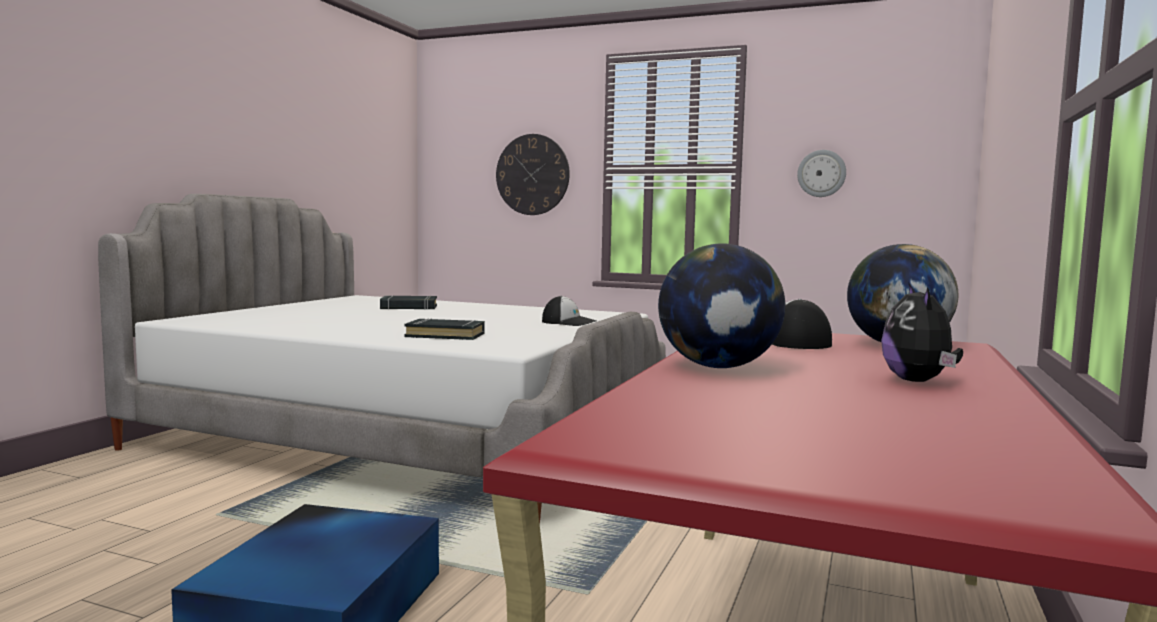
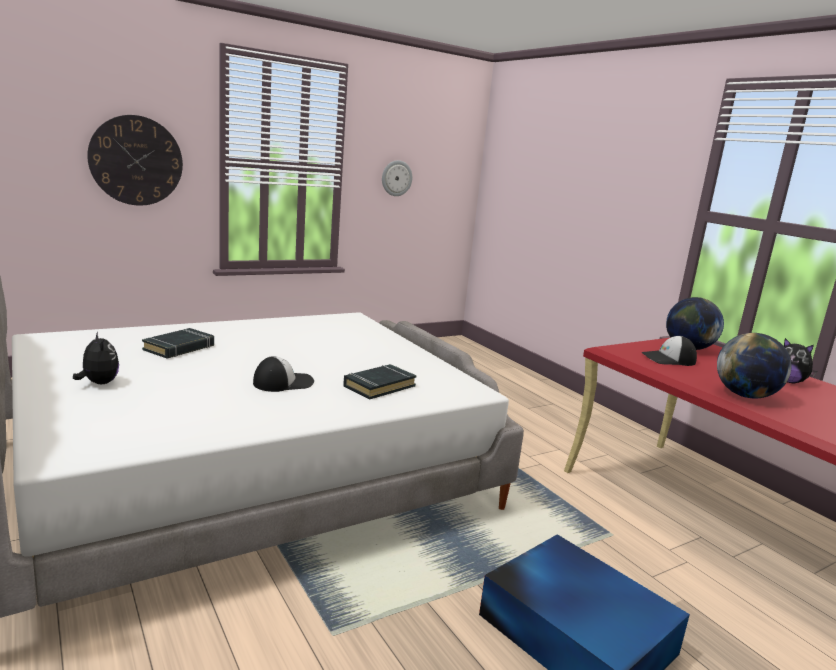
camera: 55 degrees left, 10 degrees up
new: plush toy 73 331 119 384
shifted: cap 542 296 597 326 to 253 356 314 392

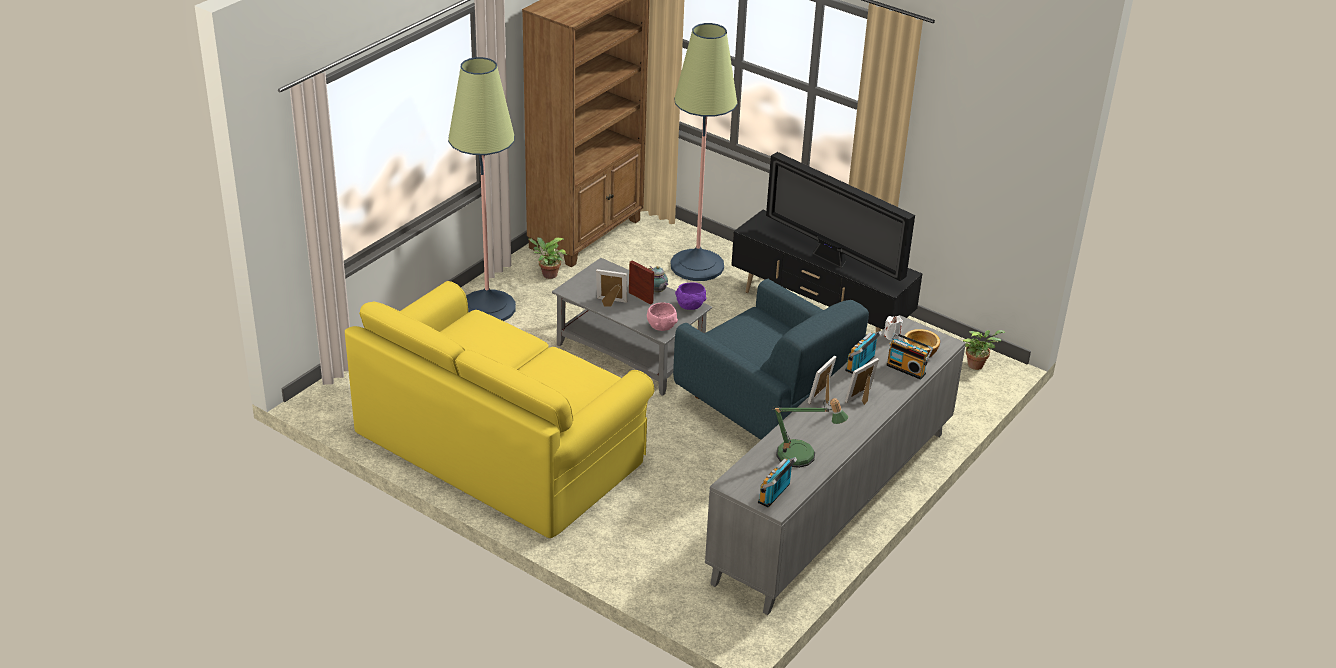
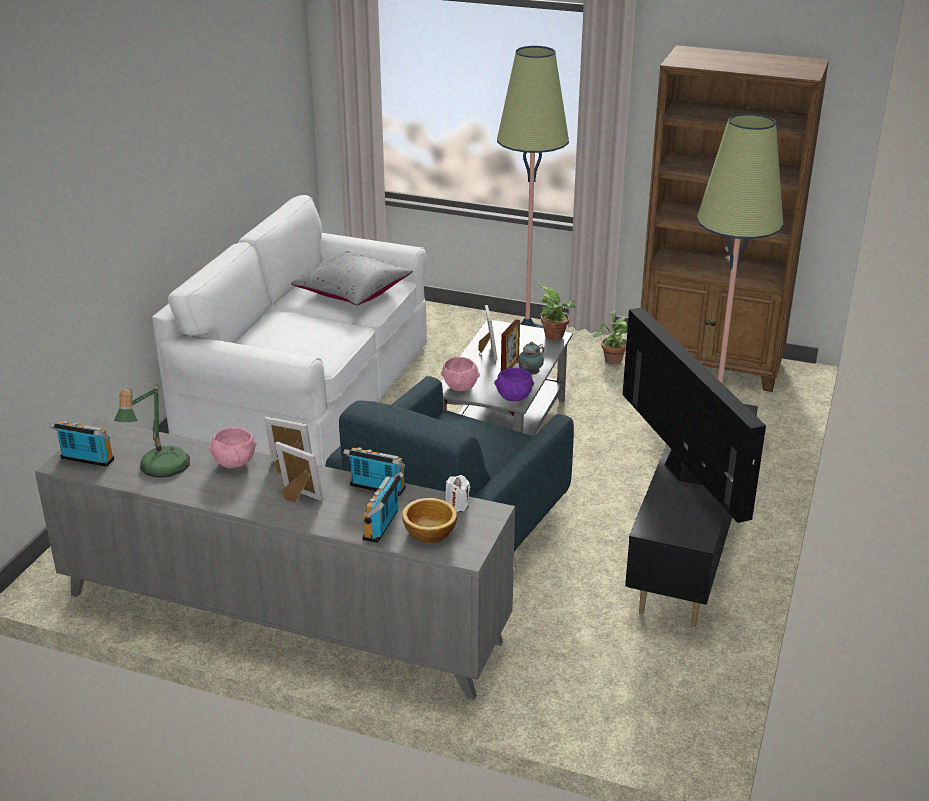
camera: 75 degrees right, 5 degrees down
new: grey pillow 291 251 413 305; pink bowl 209 427 257 468
shifted: potted plant 963 330 1006 370 to 539 286 577 340
repainted: yellow sofa 345 281 654 538 to white sofa 152 195 427 467
rotated: television 766 152 915 281 = 623 307 766 523 135 degrees clockwise

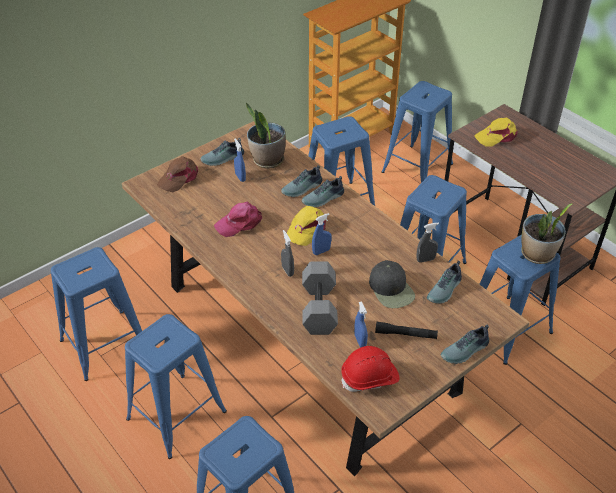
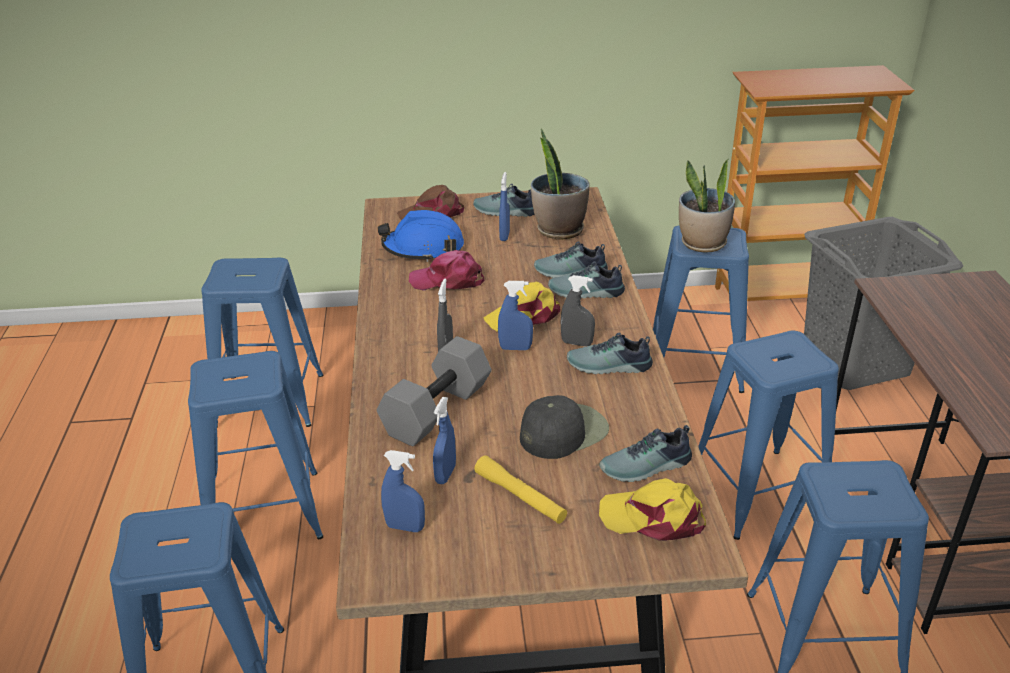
camera: 35 degrees right, 10 degrees down
new: blue hard hat 378 210 464 262
shifted: yellow cap 474 117 517 147 to 599 478 706 541; potted plant 521 204 572 264 to 679 159 735 252; grey spray bottle 416 222 439 263 to 561 275 595 346; shoe 440 324 489 364 to 567 333 653 374
swapped: blue stool 381 81 453 183 to grey laundry basket 804 217 963 390; red hard hat 341 346 400 392 to blue spray bottle 381 450 425 532
repainted: black flashlight 375 322 438 339 to yellow flashlight 475 455 567 524
rotated: black cap 369 260 415 308 = 520 395 609 459 135 degrees counterclockwise

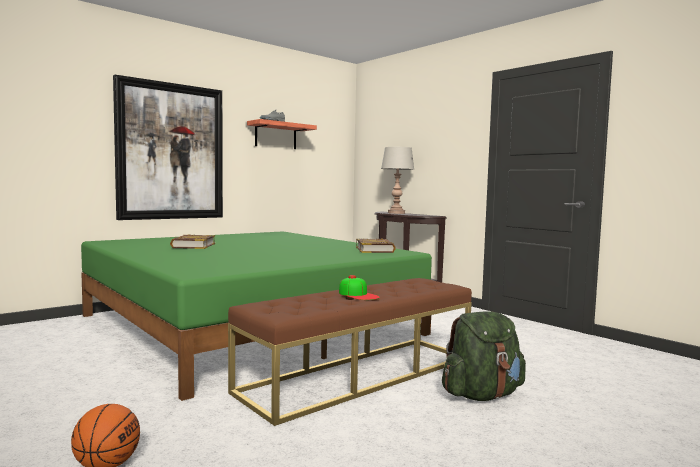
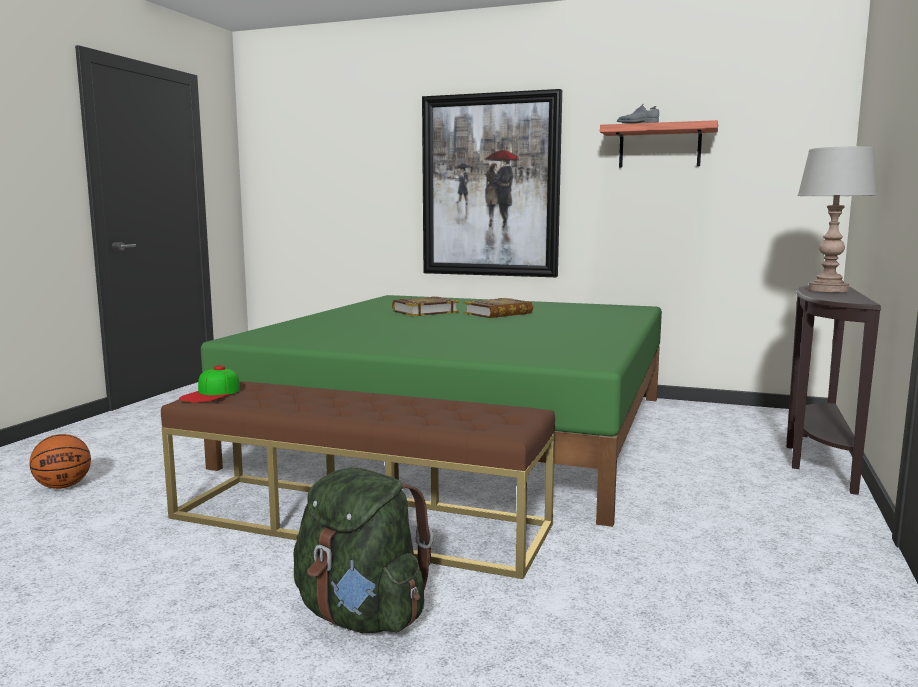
camera: 60 degrees right, 5 degrees up
shifted: book 356 239 396 253 to 464 298 533 318; cap 339 275 380 300 to 179 365 240 402

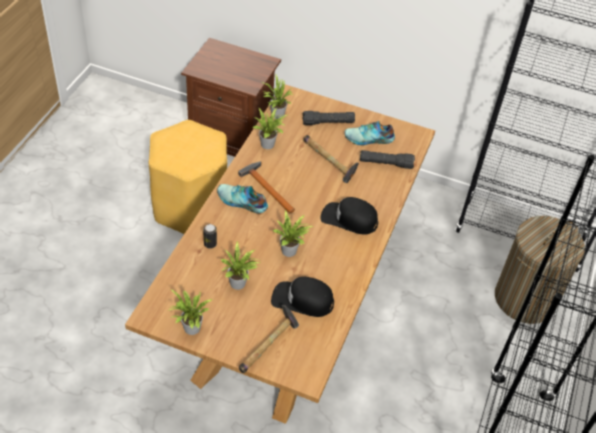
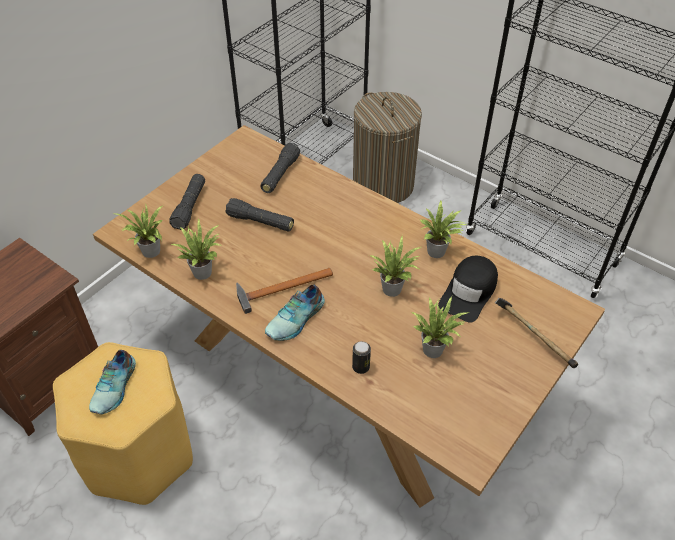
camera: 70 degrees left, 0 degrees up
gone: black cap 320 197 378 235
shifted: shoe 345 121 395 145 to 89 350 136 414; potted plant 169 289 213 335 to 420 200 468 258
swapped: hammer 303 135 359 183 to black flashlight 225 198 294 232

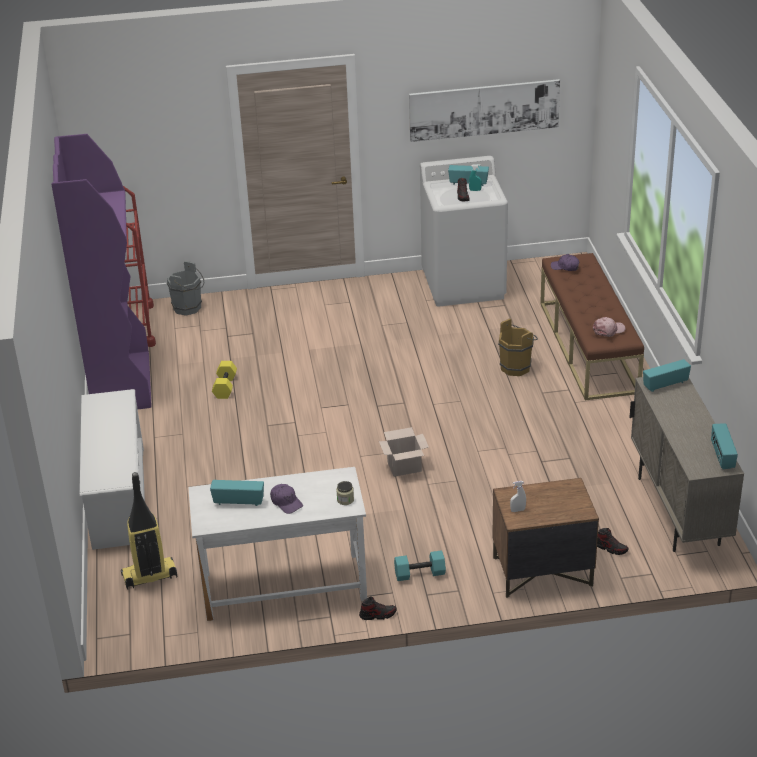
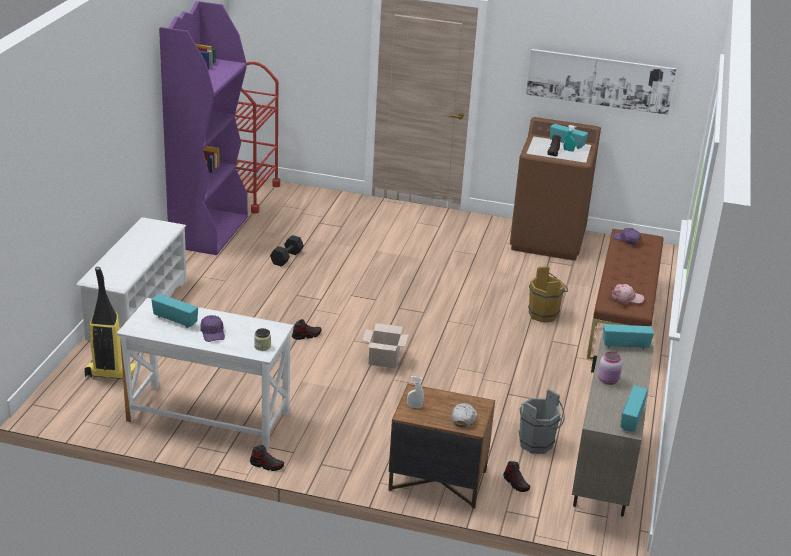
camera: 20 degrees right, 5 degrees down
gone: turquoise dumbbell 394 550 446 581
new: shoe 292 319 321 340; pink jar 598 352 622 385; white cap 451 403 477 427
shifted: grey bucket 167 261 204 316 to 519 389 565 454
repainted: white washing machine 420 156 508 307 to brown washing machine 510 117 601 261; yellow dumbbell 212 361 237 399 to black dumbbell 270 235 304 267

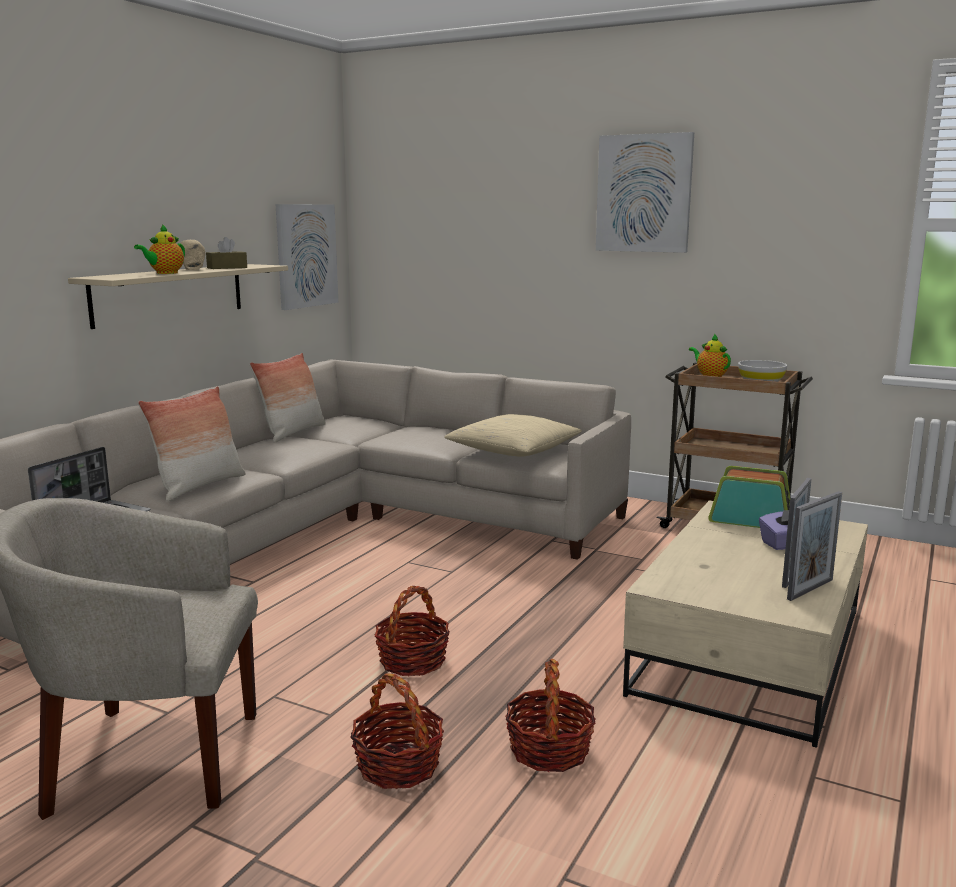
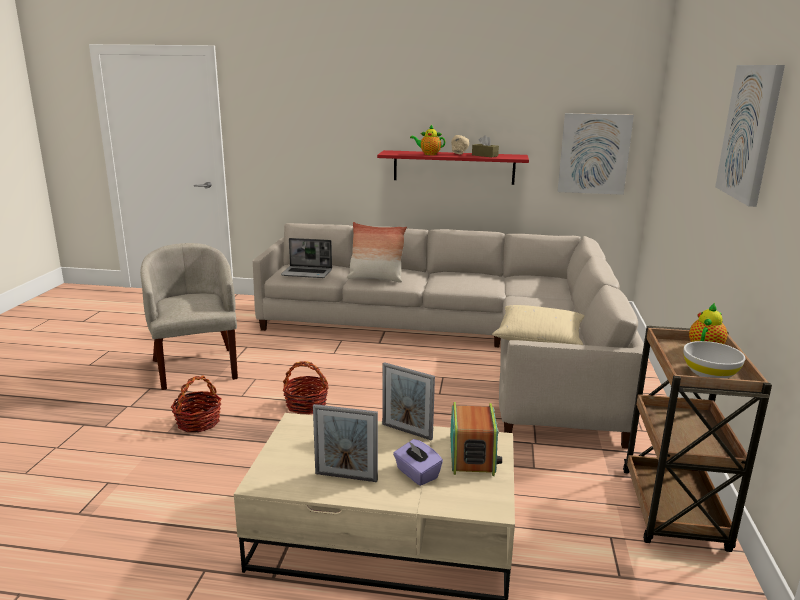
camera: 70 degrees right, 5 degrees up
gone: pillow 250 353 326 442; basket 505 659 596 772
shifted: picture frame 787 491 842 601 to 382 362 435 440
repainted: beige shelf 68 264 288 329 to red shelf 377 150 529 185

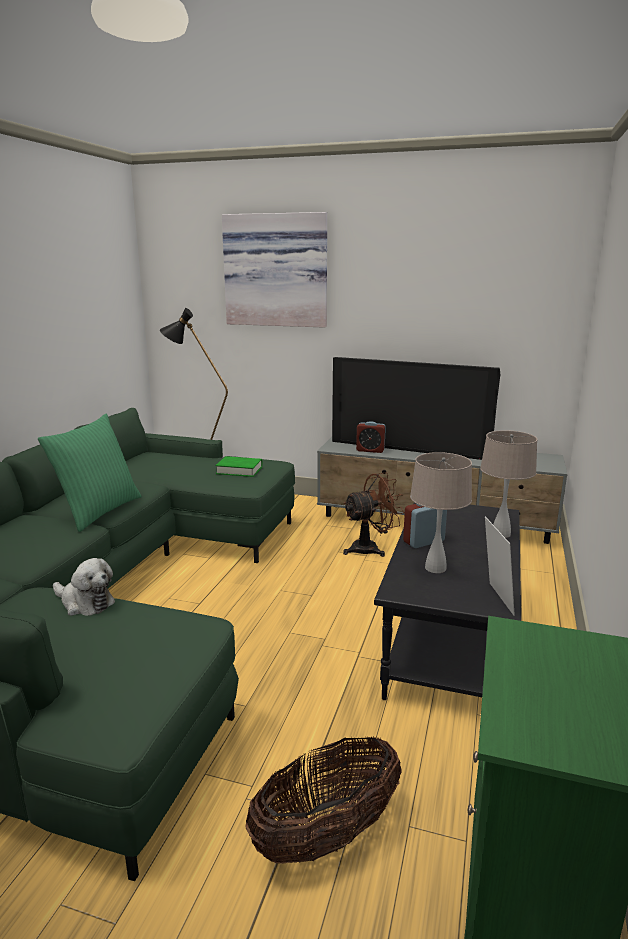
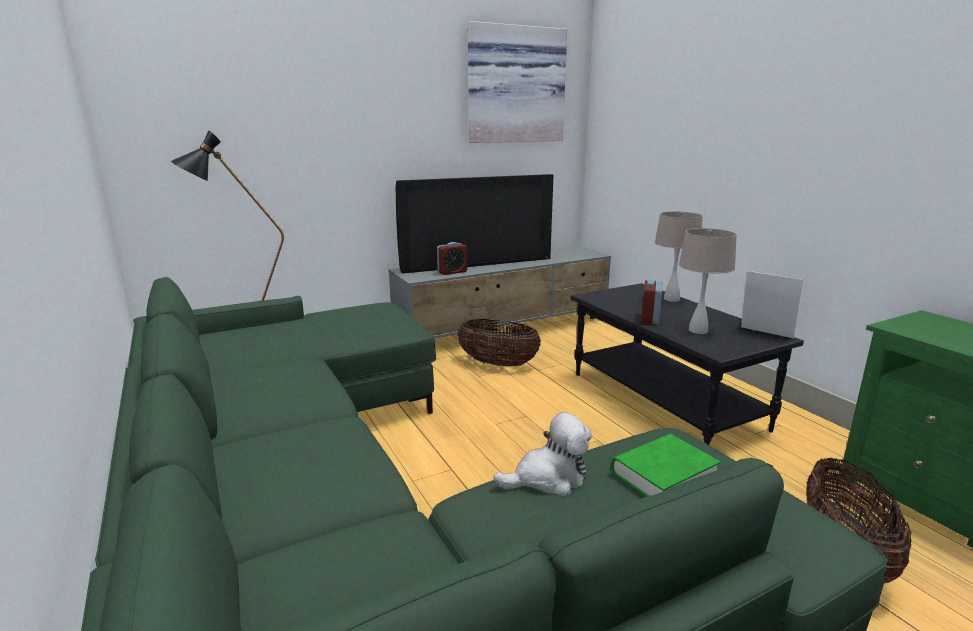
camera: 45 degrees left, 0 degrees up
gone: green pillow 38 414 142 532
shifted: picture 222 212 327 328 to 468 21 567 143; green book 215 456 262 477 to 611 434 721 497
swapped: brown fan 343 472 404 557 to basket 457 319 541 366

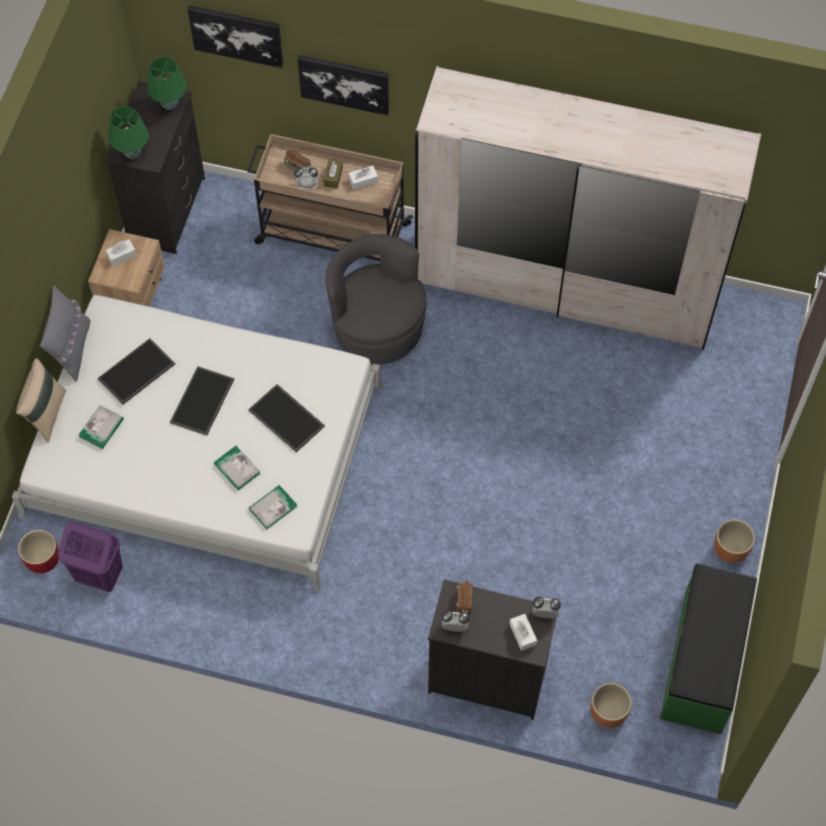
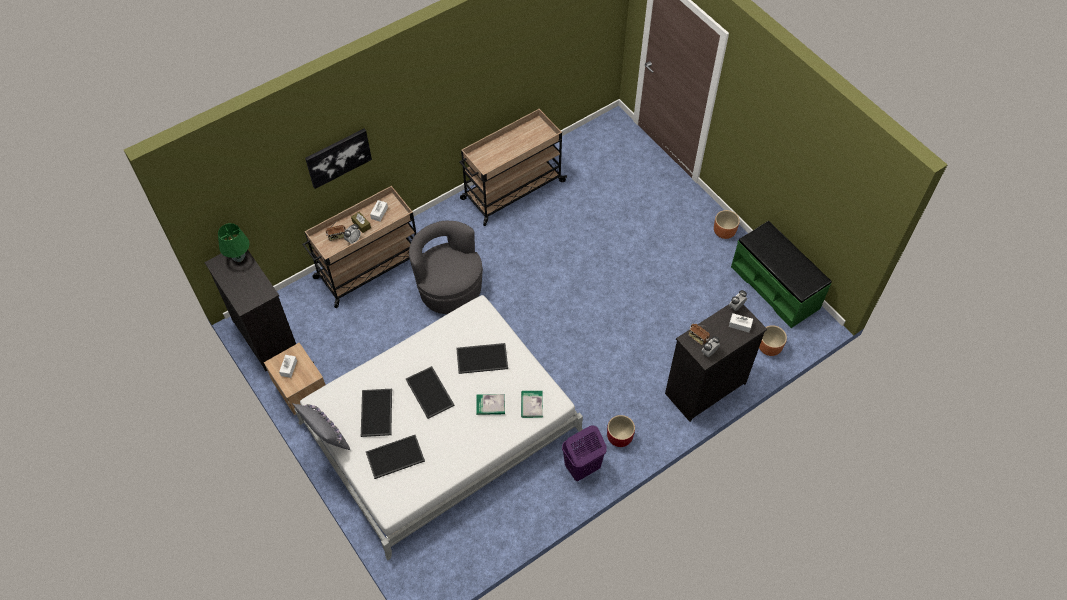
camera: 50 degrees left, 5 degrees down
gone: picture 188 5 283 68; green table lamp 109 106 149 159; beige pillow 16 358 66 443
shifted: purple laundry basket 58 522 123 592 to 562 425 607 481; red planter 18 530 59 573 to 607 415 635 447
swapped: white wardrobe 415 66 761 350 to beige cart 459 109 567 226; book 79 405 124 449 to tray 366 435 425 479
rotated: grey armchair 325 234 427 365 = 409 221 483 314 45 degrees clockwise

